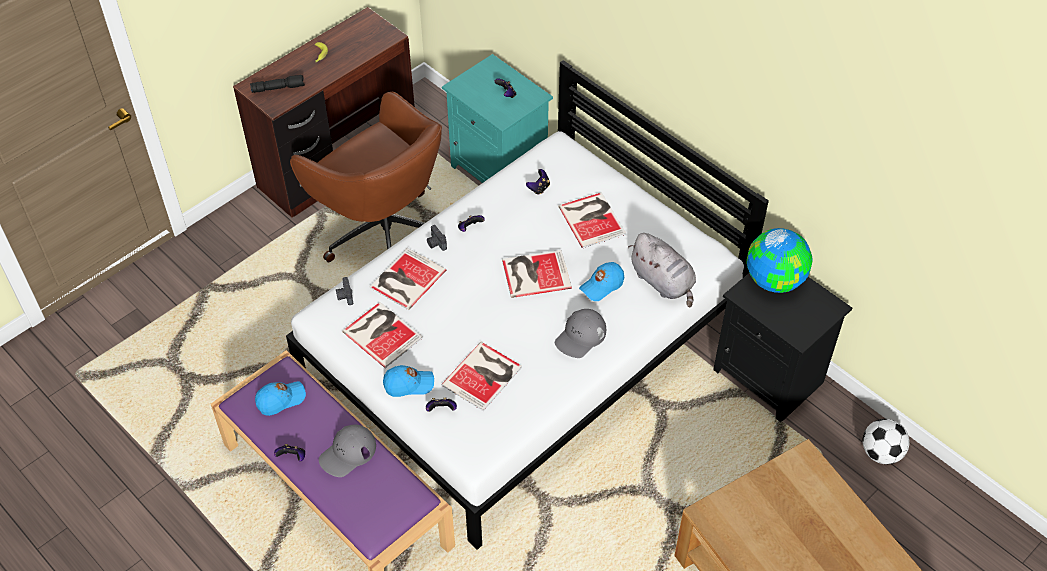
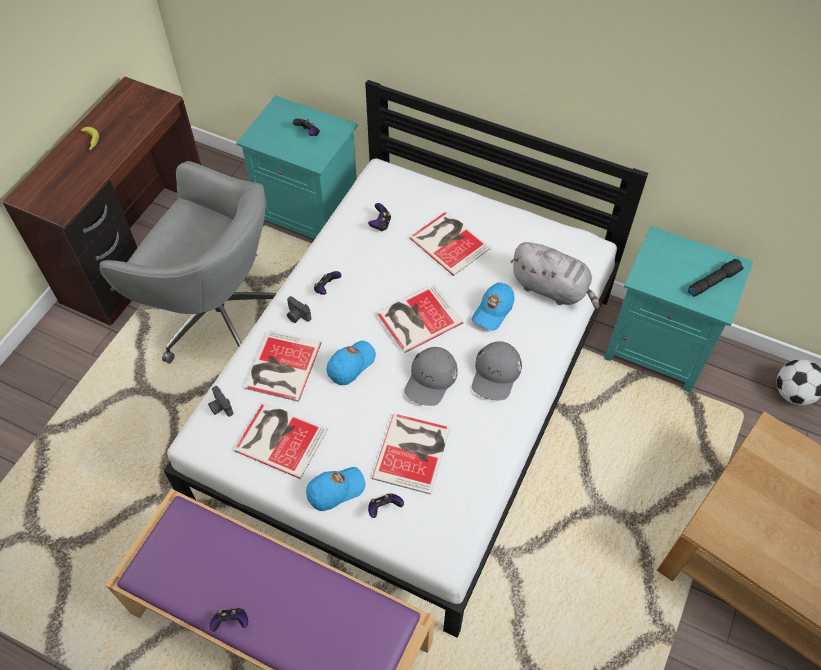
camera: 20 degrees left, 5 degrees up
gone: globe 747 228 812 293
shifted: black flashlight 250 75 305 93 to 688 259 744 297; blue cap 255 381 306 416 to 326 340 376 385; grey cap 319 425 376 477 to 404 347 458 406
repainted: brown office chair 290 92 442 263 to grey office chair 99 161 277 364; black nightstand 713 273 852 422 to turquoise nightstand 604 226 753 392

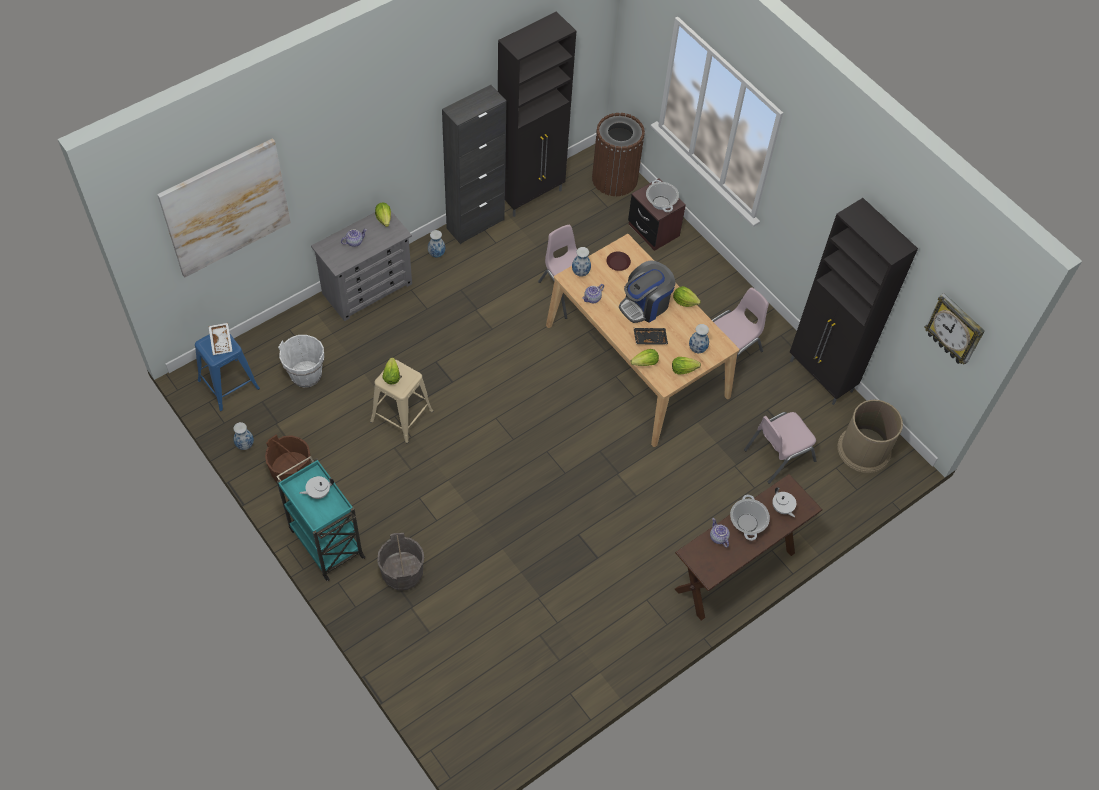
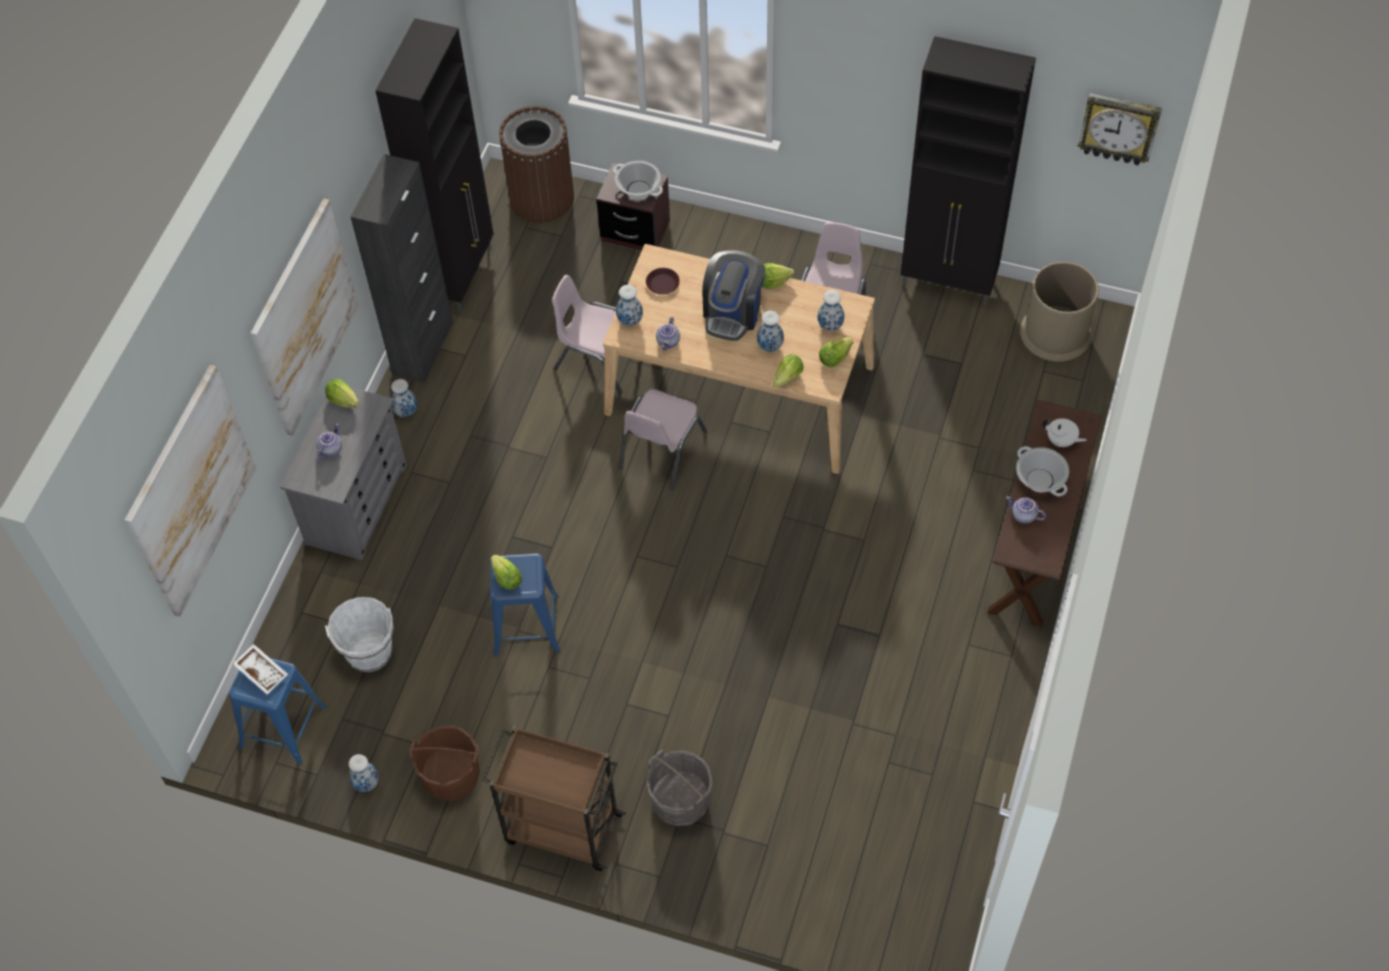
camera: 30 degrees left, 0 degrees up
gone: white teapot 300 476 334 499
new: picture 251 198 359 436
shifted: pink chair 744 412 817 484 to 619 389 708 489
swapped: black tray 634 328 668 344 to vase 757 311 784 352
repainted: beige stool 370 360 433 443 to blue stool 490 553 560 657; turquoise cart 276 456 366 581 to brown cart 482 726 626 871

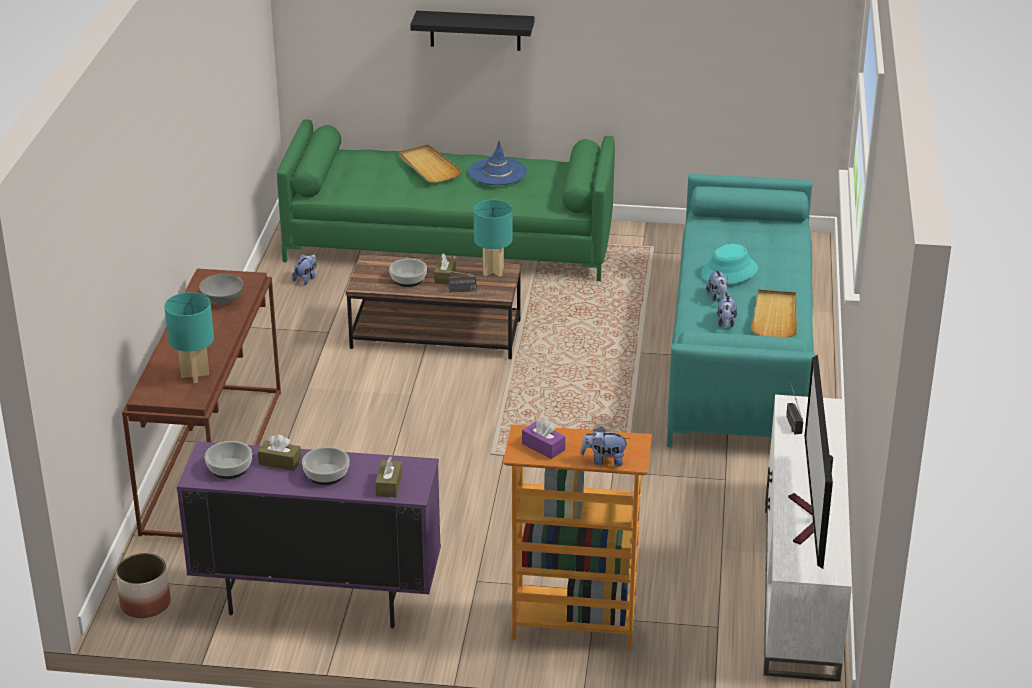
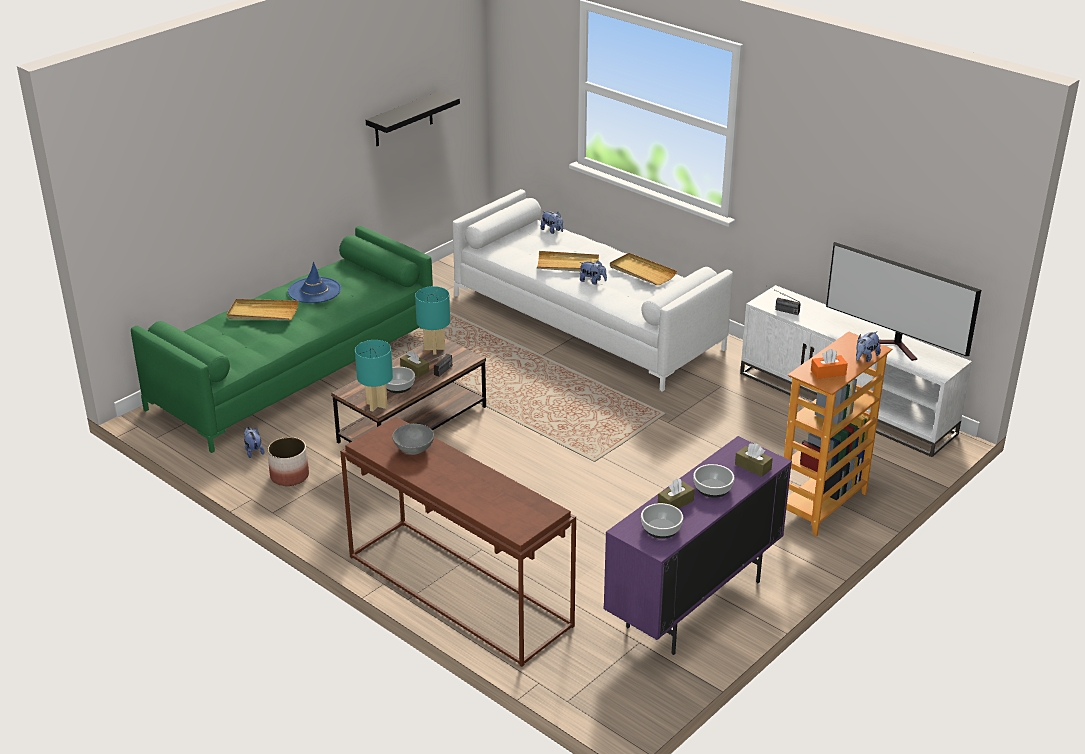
camera: 55 degrees left, 0 degrees up
shifted: black shelf 410 11 535 51 to 366 91 460 146; turquoise table lamp 164 292 214 383 to 355 340 393 411; plush toy 717 293 737 329 to 541 211 563 234; planter 116 553 171 618 to 267 437 309 486
swapped: turquoise hat 701 244 758 284 to beige tray 537 251 599 272
repainted: turquoise sofa 667 174 816 447 to white sofa 453 189 733 392; purple tissue box 522 418 565 459 to orange tissue box 811 349 848 379

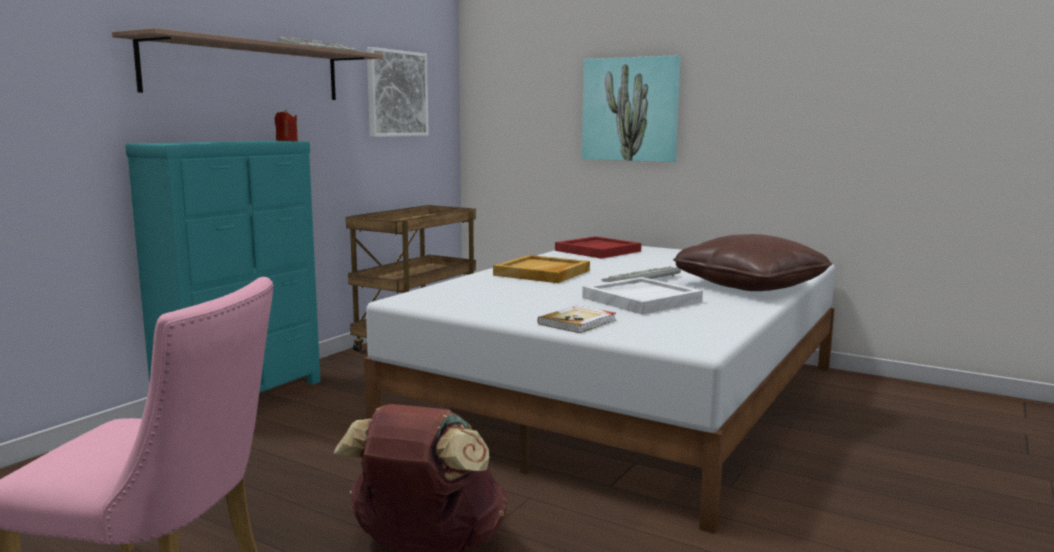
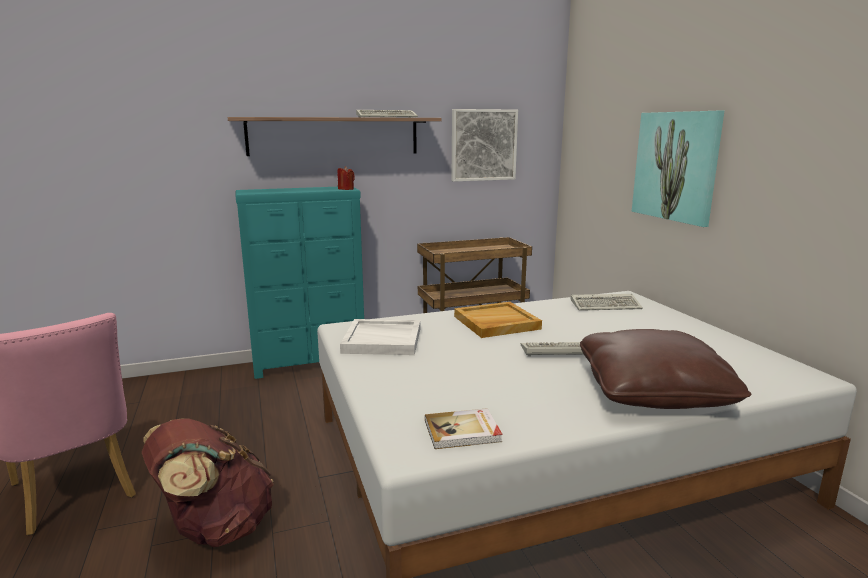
camera: 40 degrees right, 5 degrees up
shifted: white tray 582 277 703 314 to 340 319 420 355; book 538 305 616 333 to 425 408 503 449
swapped: red tray 555 236 641 259 to keyboard 571 294 643 311

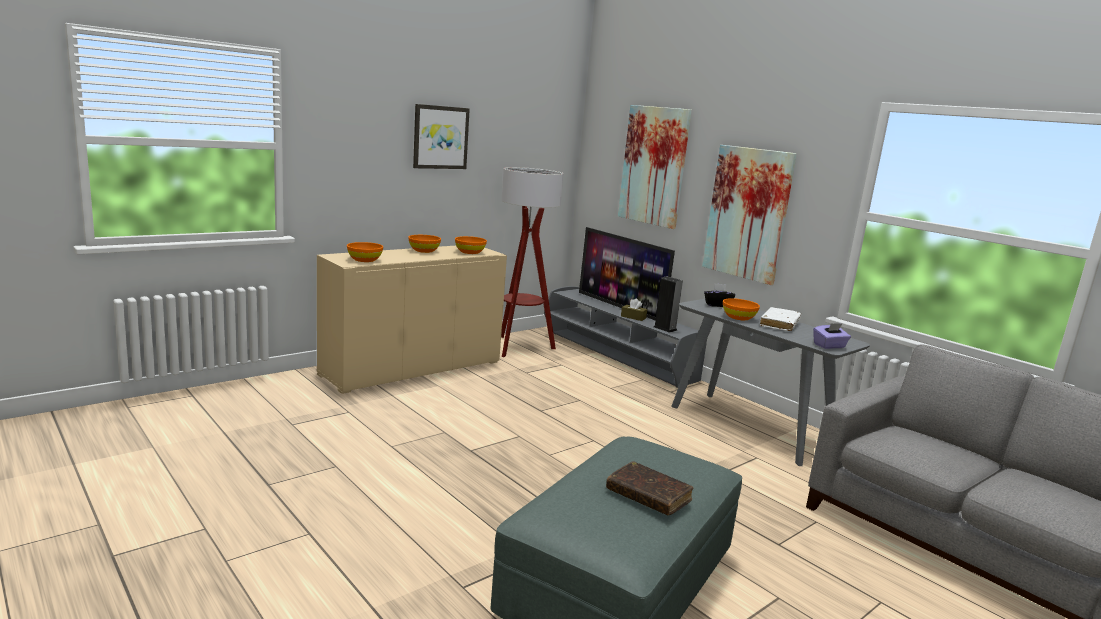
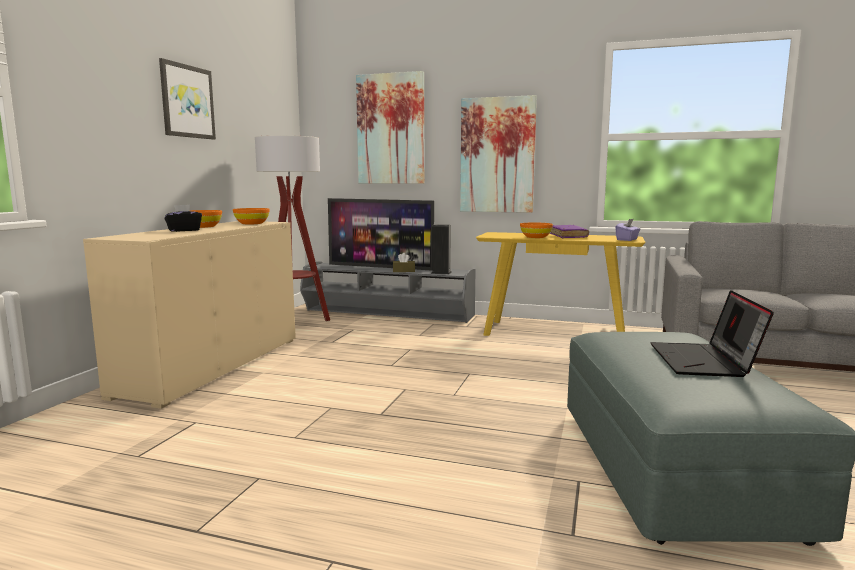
camera: 30 degrees left, 5 degrees down
gone: orange bowl 347 242 383 262
shifted: black tissue box 704 283 735 307 to 164 205 202 232
swapped: brown book 606 461 694 516 to laptop 650 290 774 377
repainted: grey console table 671 299 870 466 to yellow console table 476 232 645 336; white book 760 307 801 331 to purple book 550 225 589 238

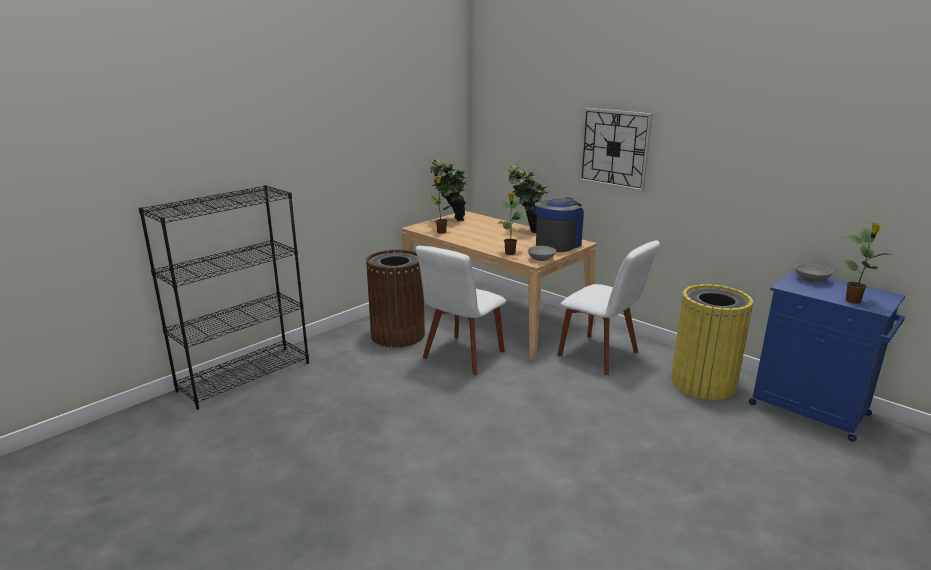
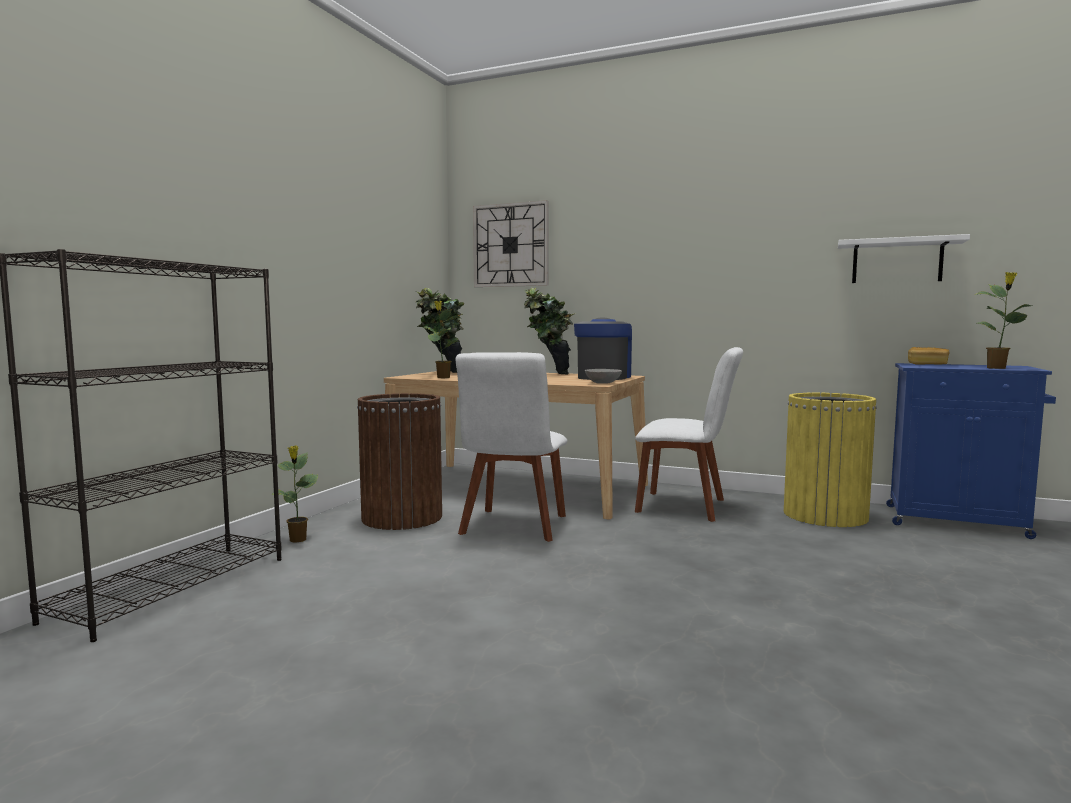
camera: 20 degrees left, 15 degrees down
new: white shelf 838 234 970 283
shifted: wall clock 579 108 653 192 to 473 200 549 287; potted plant 498 193 525 255 to 271 446 318 543
swapped: grey bowl 795 264 833 282 to bread 908 347 950 365

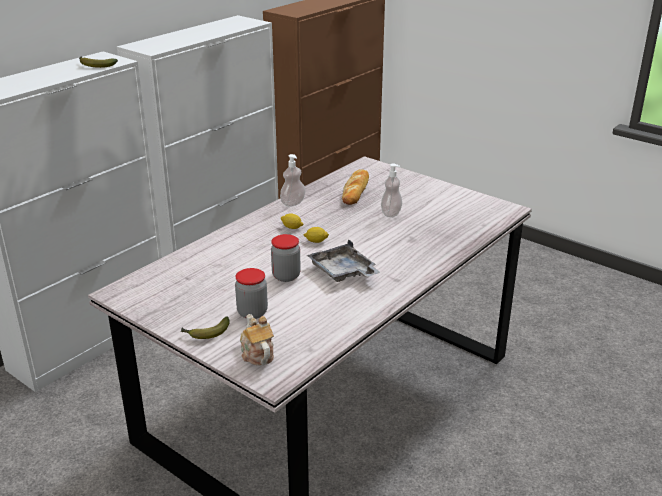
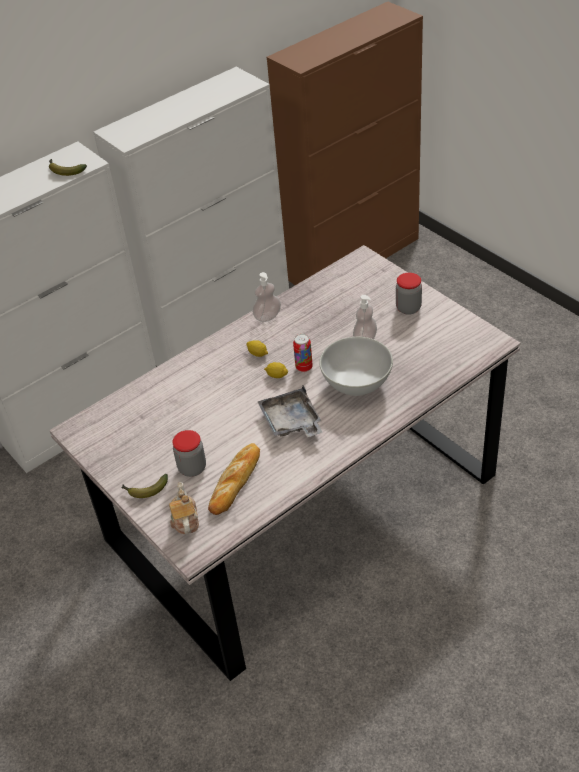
camera: 15 degrees right, 15 degrees up
new: can 293 334 313 372; white bowl 319 337 393 396
shifted: bread 342 169 369 205 to 208 443 260 515; jar 271 234 301 282 to 396 273 422 315

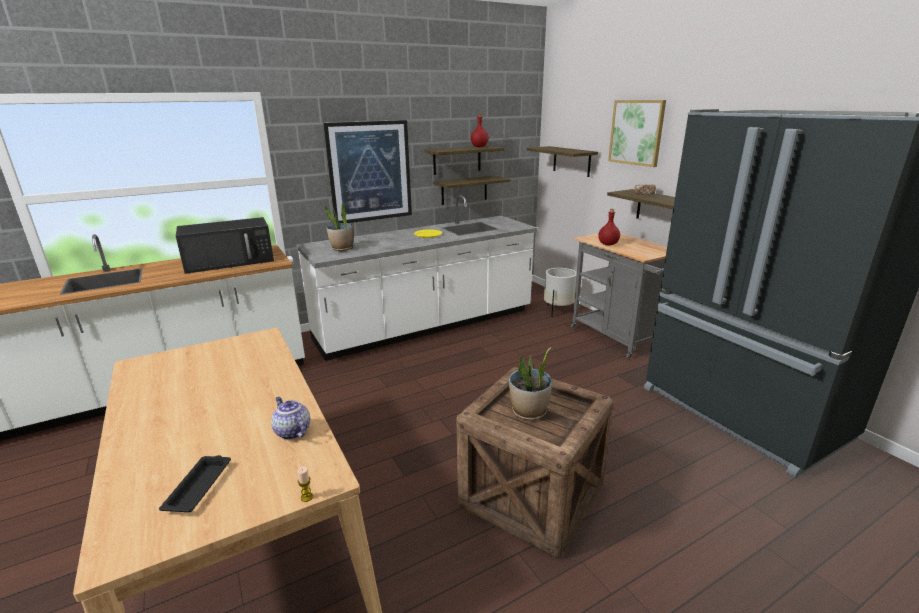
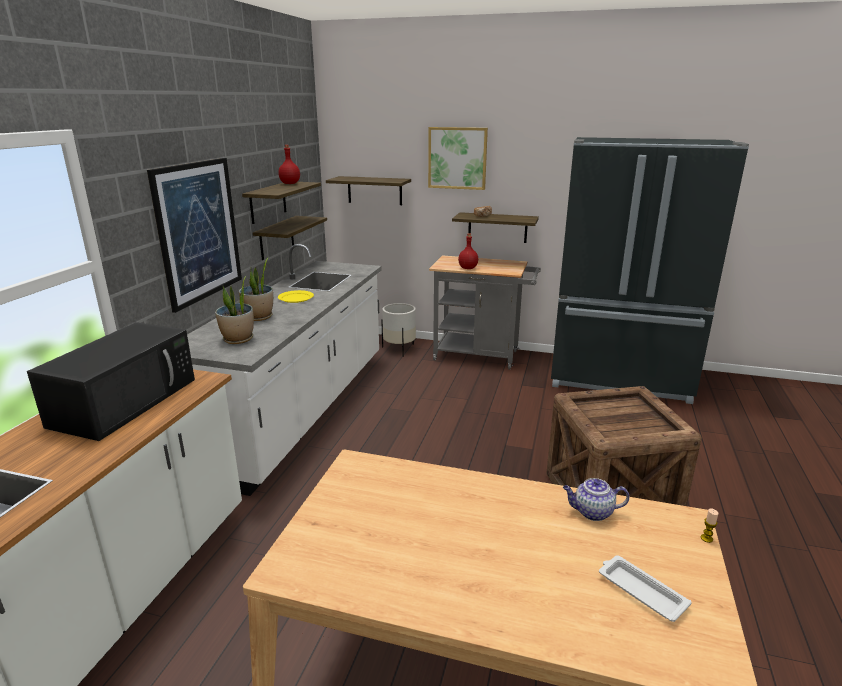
camera: 45 degrees left, 0 degrees up
shifted: potted plant 509 347 552 420 to 239 258 273 321
repainted: black tray 159 455 231 512 to white tray 599 555 691 622

